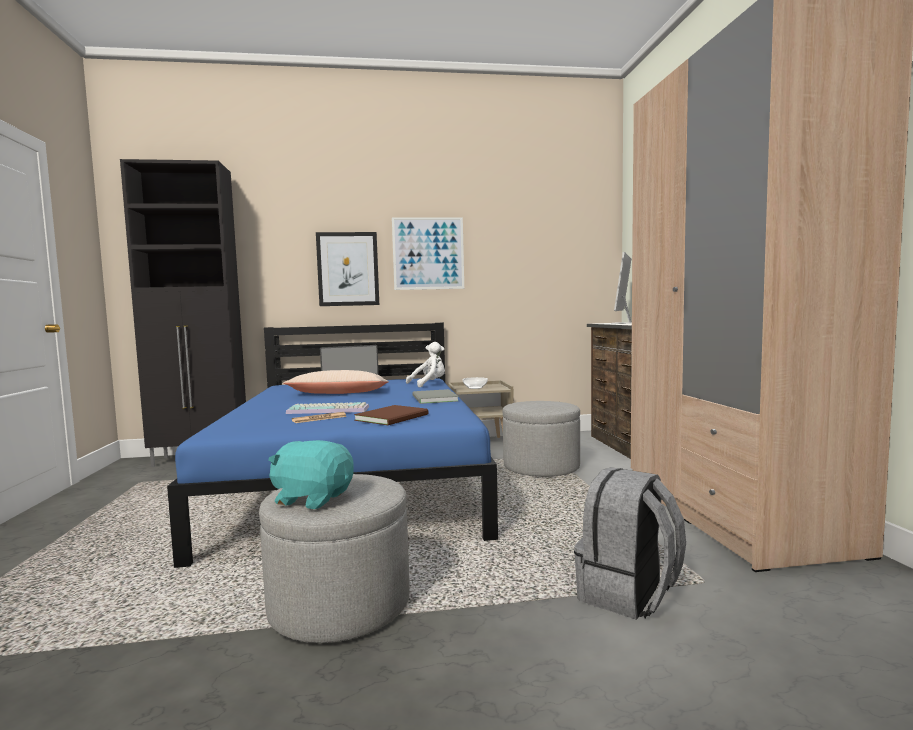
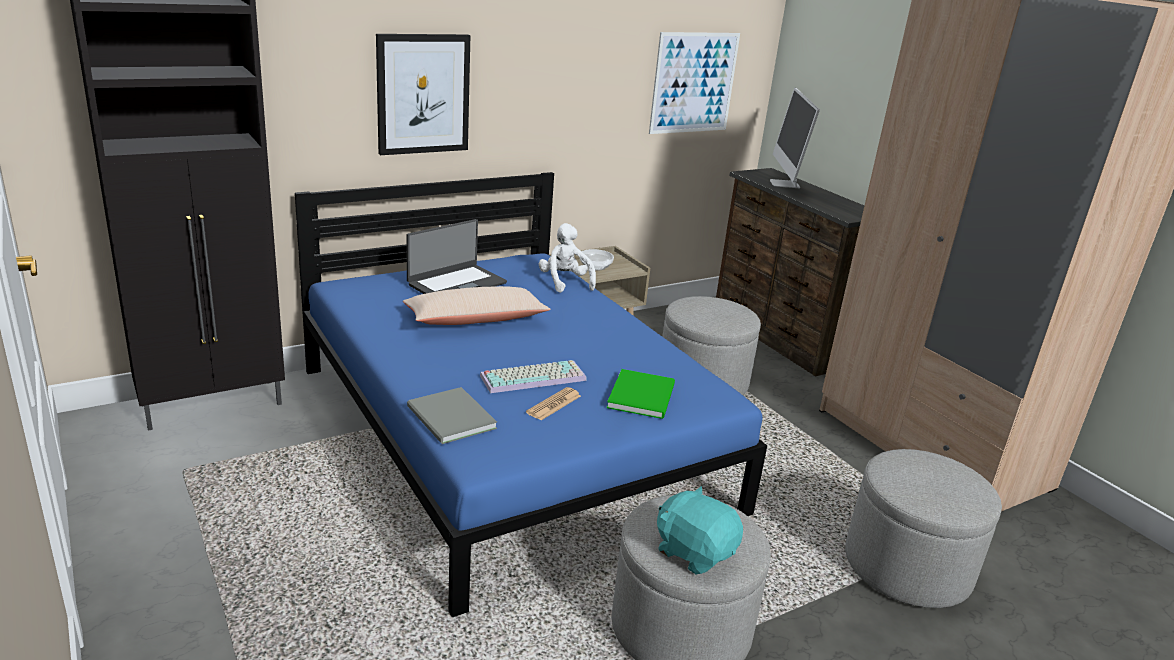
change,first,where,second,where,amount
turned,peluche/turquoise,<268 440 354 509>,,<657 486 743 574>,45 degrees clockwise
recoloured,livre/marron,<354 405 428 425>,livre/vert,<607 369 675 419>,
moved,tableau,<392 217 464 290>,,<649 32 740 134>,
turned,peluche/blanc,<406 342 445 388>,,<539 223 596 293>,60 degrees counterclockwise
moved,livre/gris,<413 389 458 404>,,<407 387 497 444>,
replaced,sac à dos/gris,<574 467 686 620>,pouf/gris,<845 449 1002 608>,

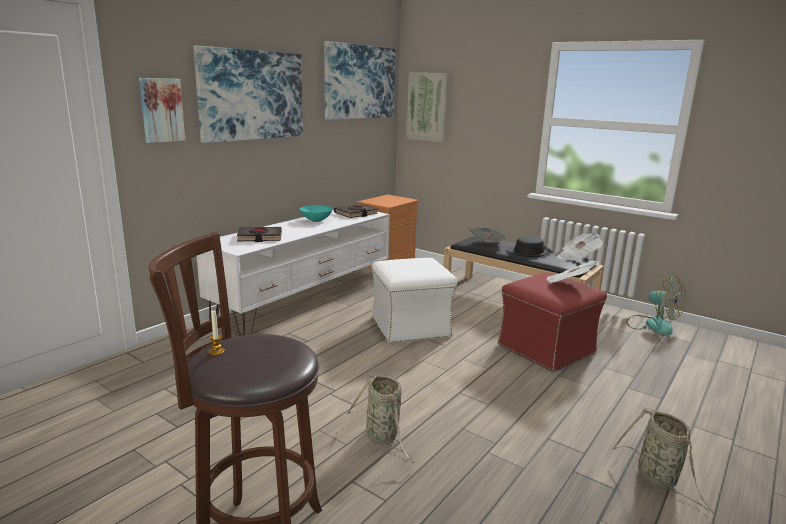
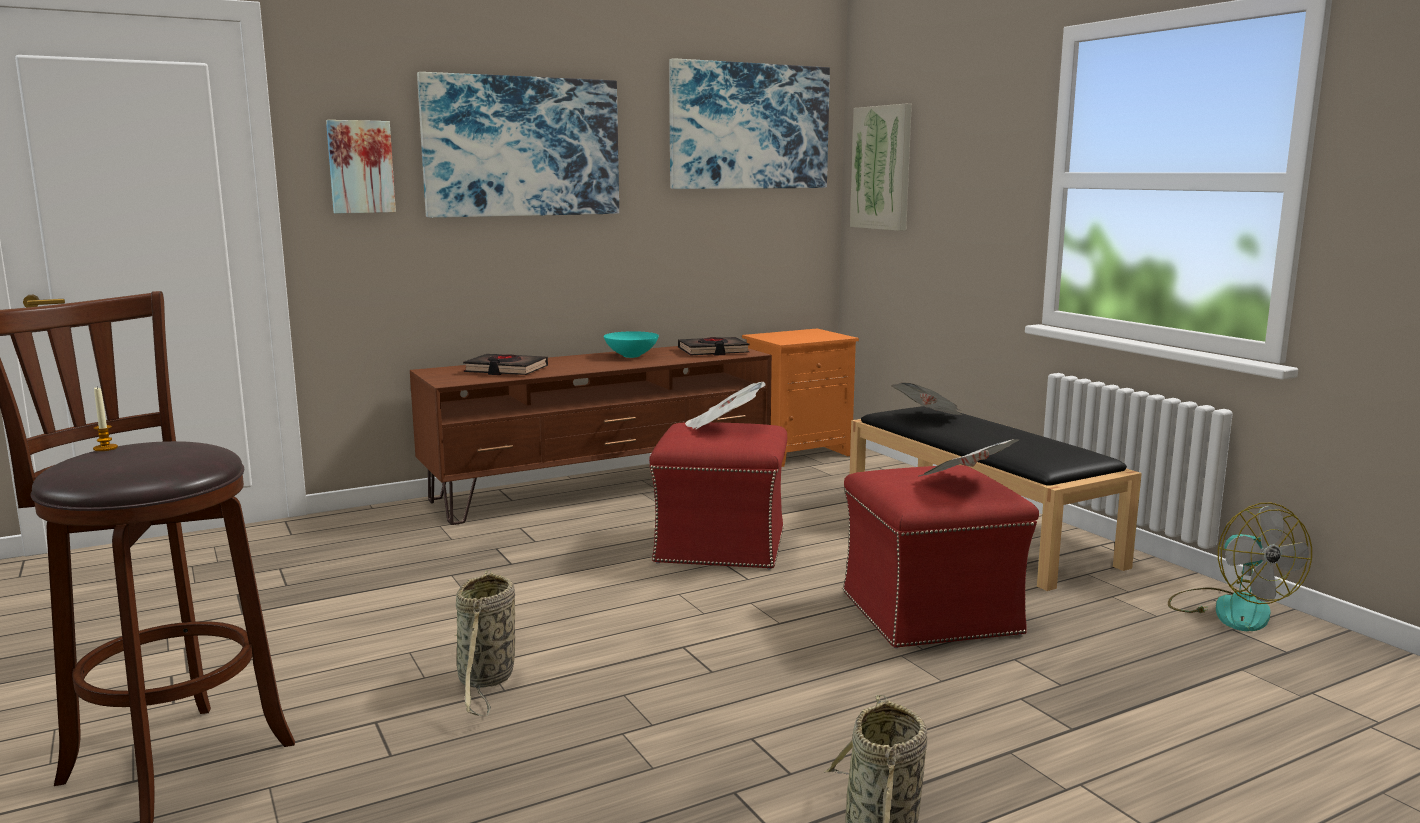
change,first,where,second,where,amount
recoloured,meuble télé/blanc,<197 210 390 336>,meuble télé/marron,<410 346 772 525>,
recoloured,pouf/blanc,<372 258 458 344>,pouf/rouge,<649 422 787 569>,
removed,chapeau/noir,<507 237 551 257>,,,
moved,journal,<557 233 603 261>,,<685 382 766 429>,

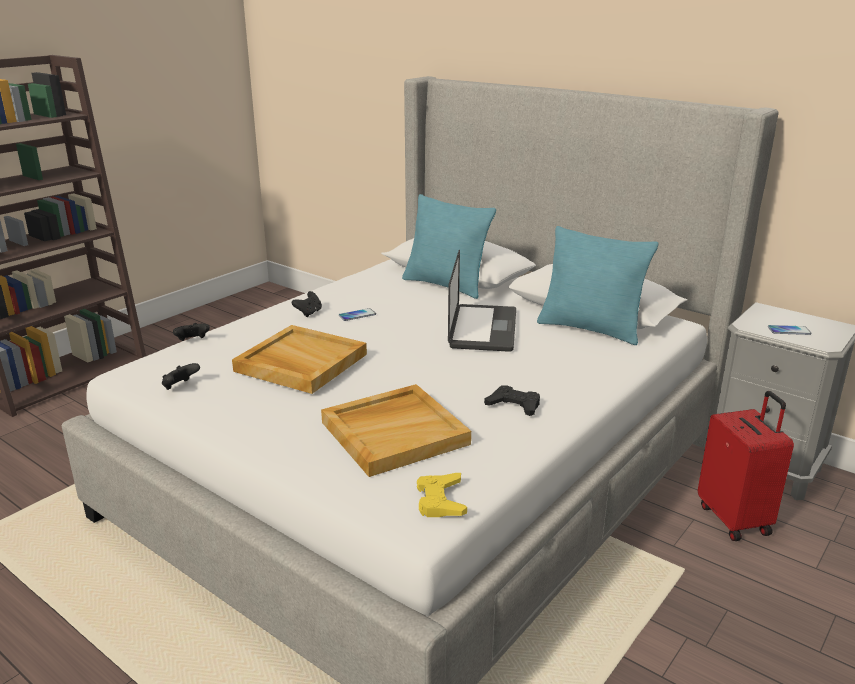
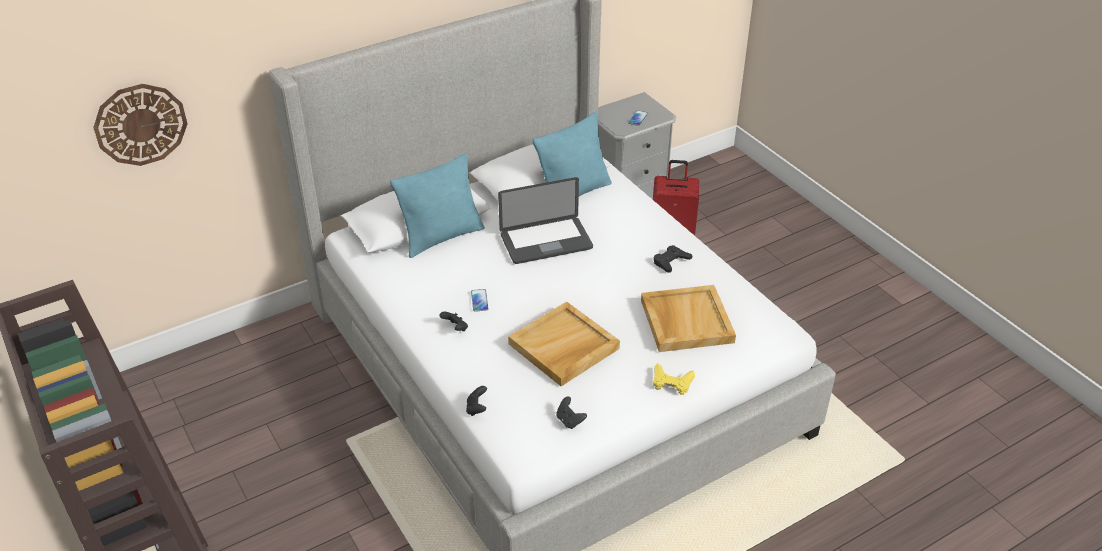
change,first,where,second,where,amount
moved,manette/jaune,<417 473 467 517>,,<653 363 695 395>,
turned,ordinateur portable,<448 250 516 352>,,<498 177 593 264>,135 degrees clockwise
added,,,horloge murale,<93 84 188 166>,

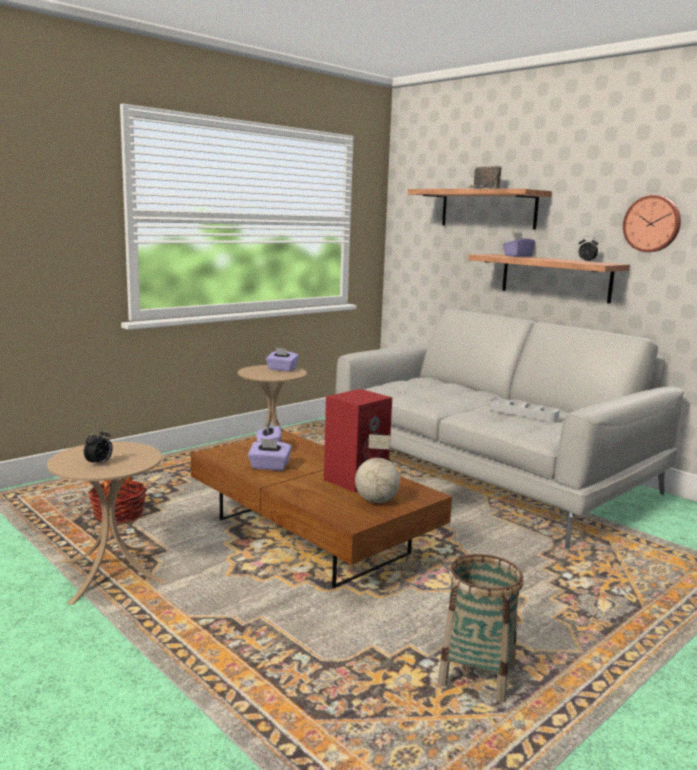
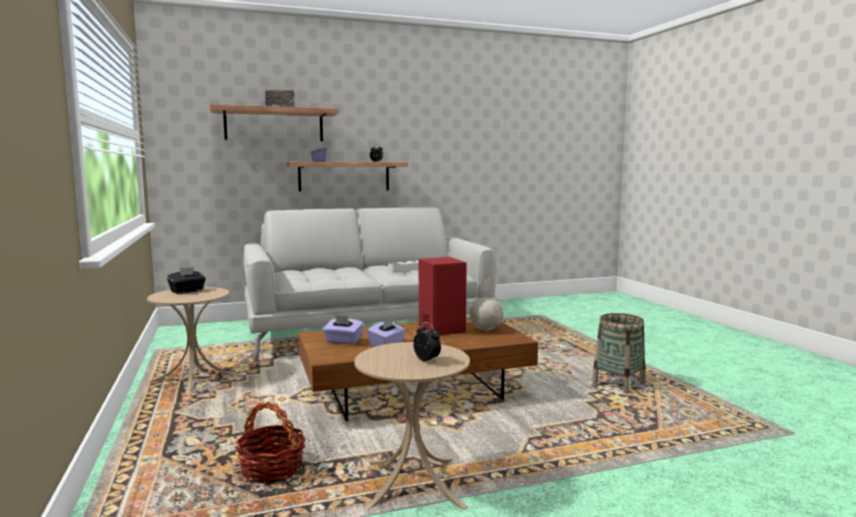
change,first,where,second,where,amount
recoloured,boîte à mouchoirs/violet,<266 347 299 372>,boîte à mouchoirs/noir,<167 267 206 294>,
removed,horloge murale,<623 195 681 252>,,,

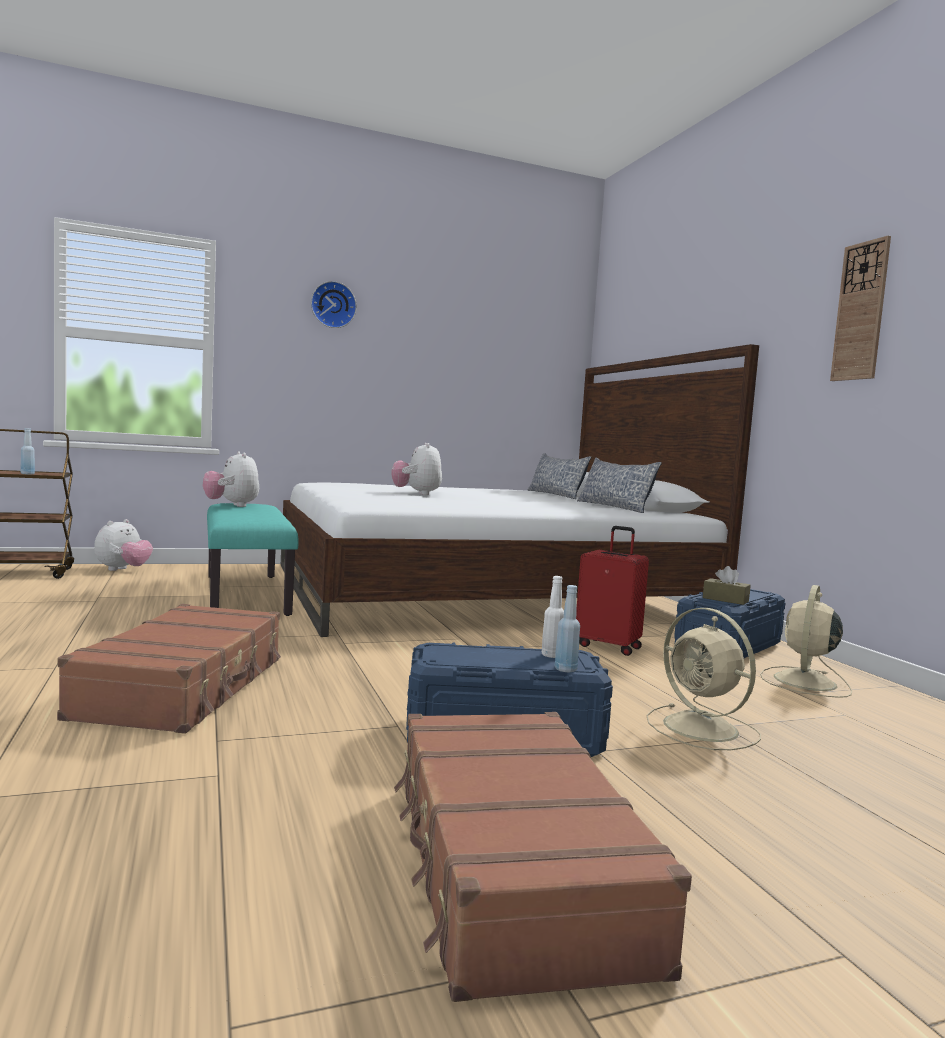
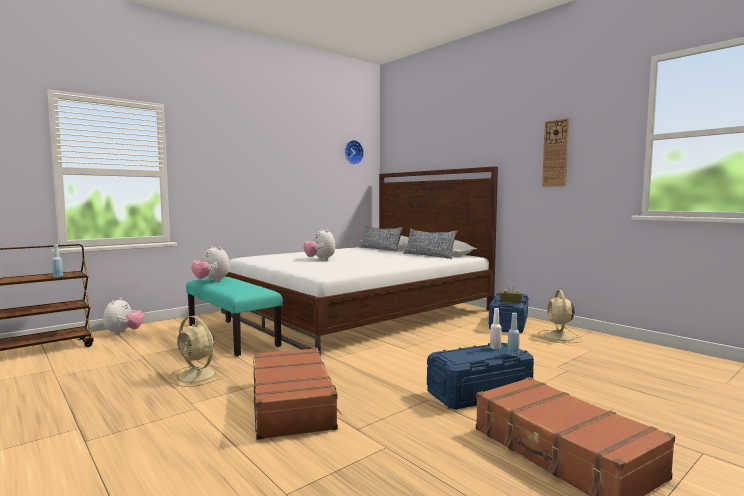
change,first,where,second,where,amount
moved,horloge murale,<311 281 357 328>,,<345 140 364 165>,
removed,valise/rouge,<576 526 649 656>,,,
moved,ventilateur/beige,<646 608 761 750>,,<168 316 227 387>,

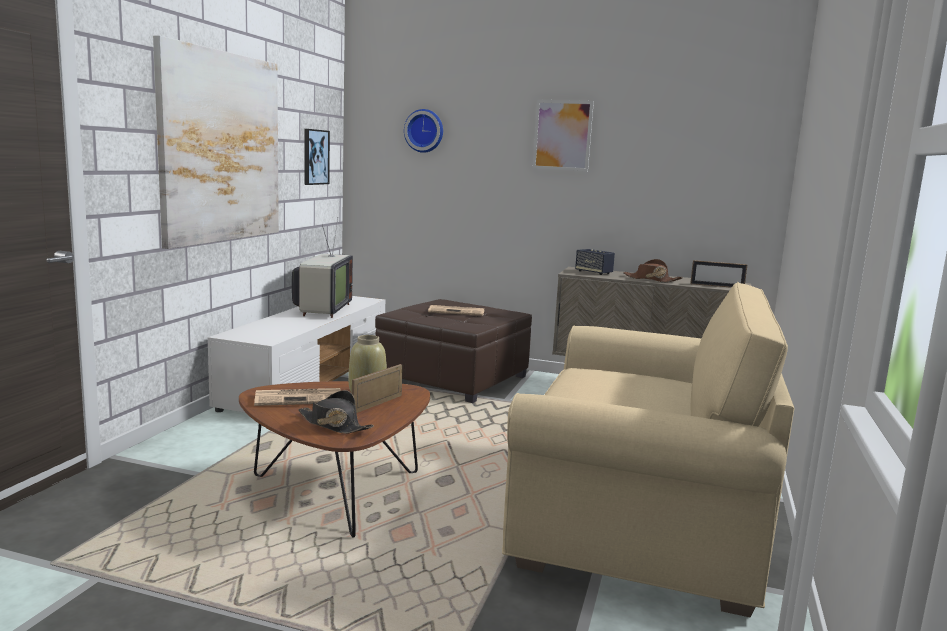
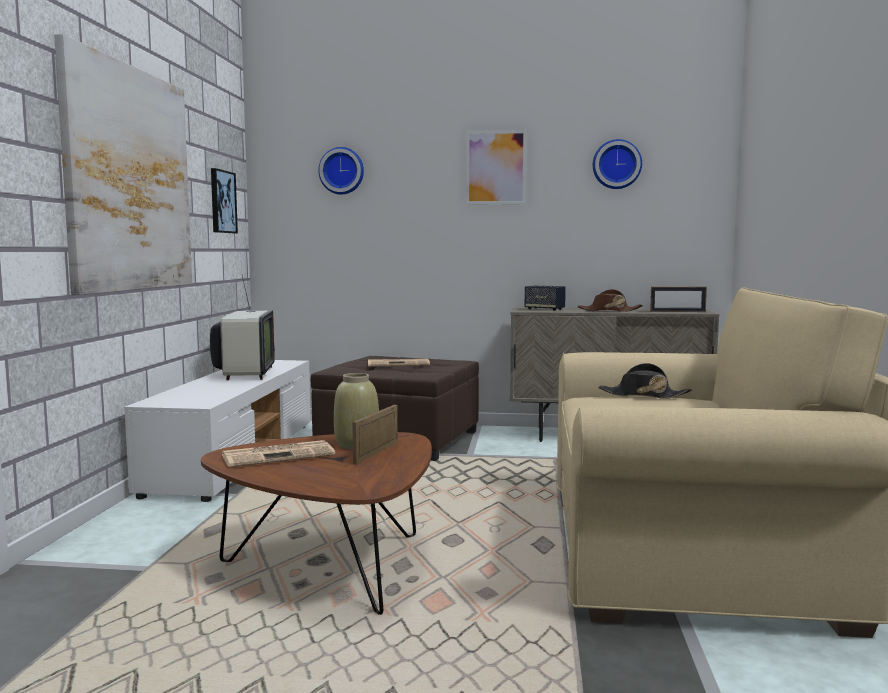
change,first,where,second,where,amount
moved,chapeau/noir,<298 390 374 434>,,<598 363 692 399>,
added,,,horloge murale,<593 139 642 189>,

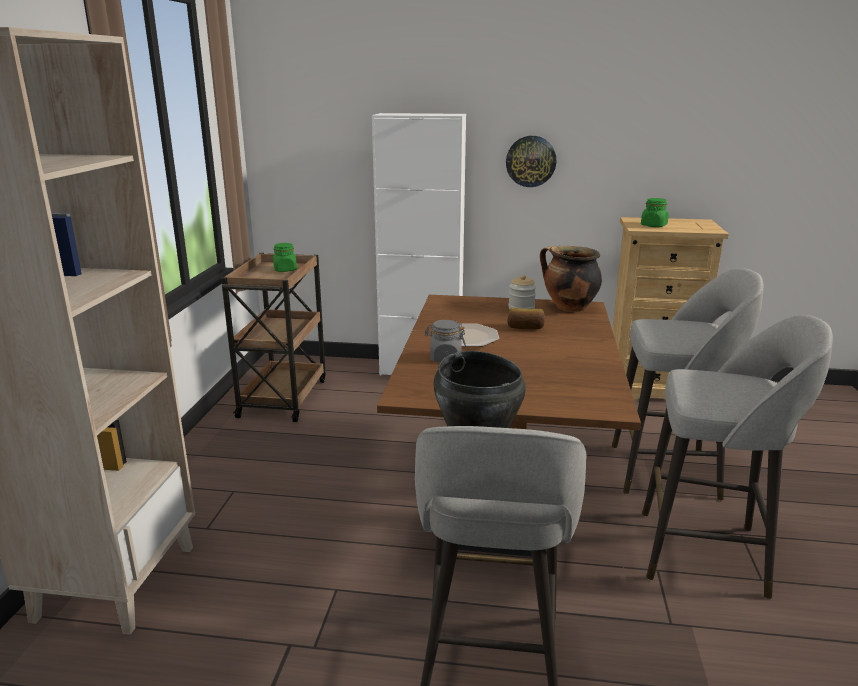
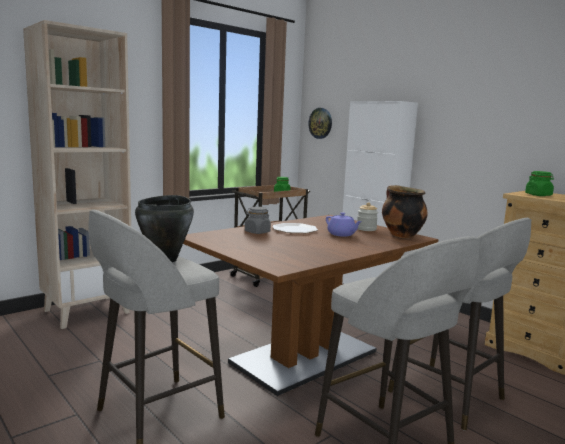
change,first,where,second,where,amount
moved,horloge murale,<506 136 556 187>,,<308 108 332 139>,
replaced,pain,<507 308 545 330>,théière/violet,<326 212 362 237>,

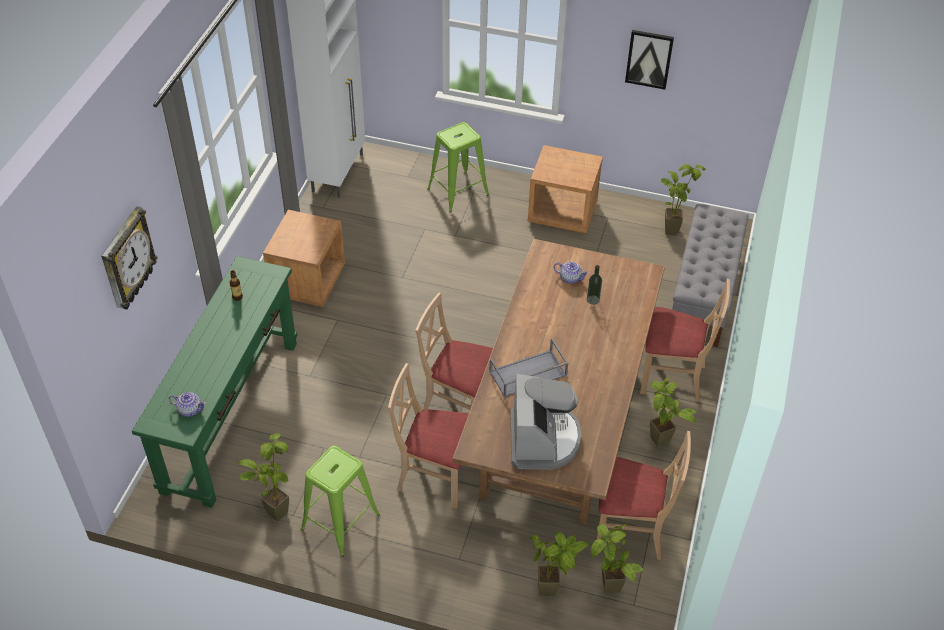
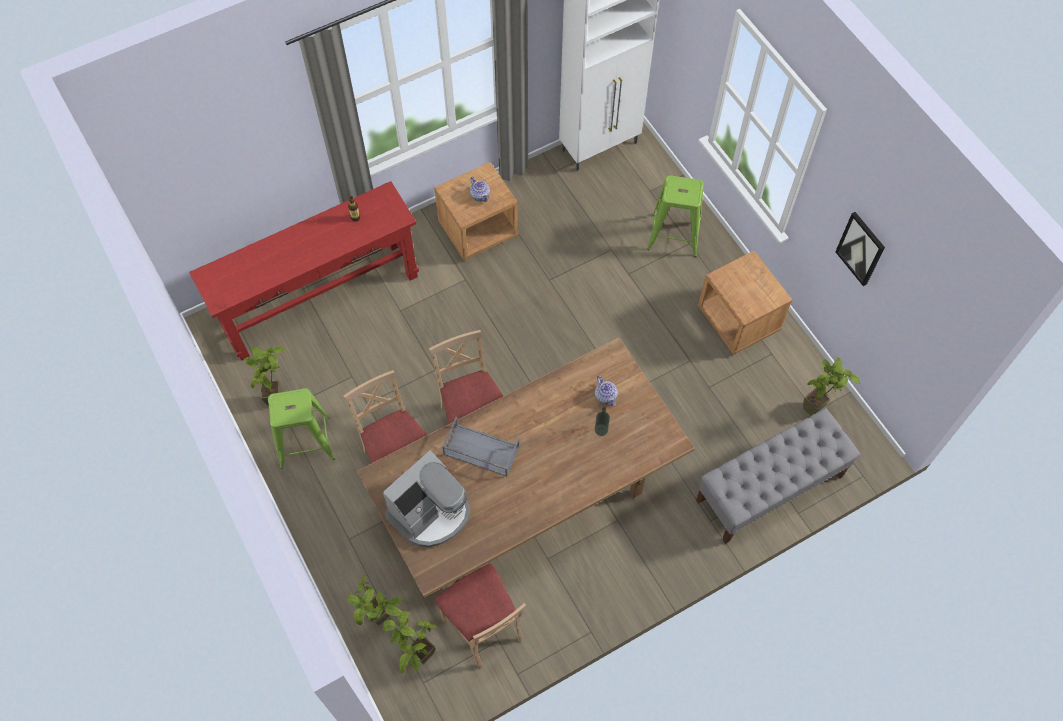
change,first,where,second,where,amount
removed,horloge murale,<101 206 158 310>,,,
recoloured,table console/vert,<132 256 297 508>,table console/rouge,<189 181 419 361>,
moved,théière,<169 392 206 417>,,<470 177 490 202>,
removed,chaise/beige,<640 279 730 402>,,,
removed,plante en pot,<650 377 696 447>,,,

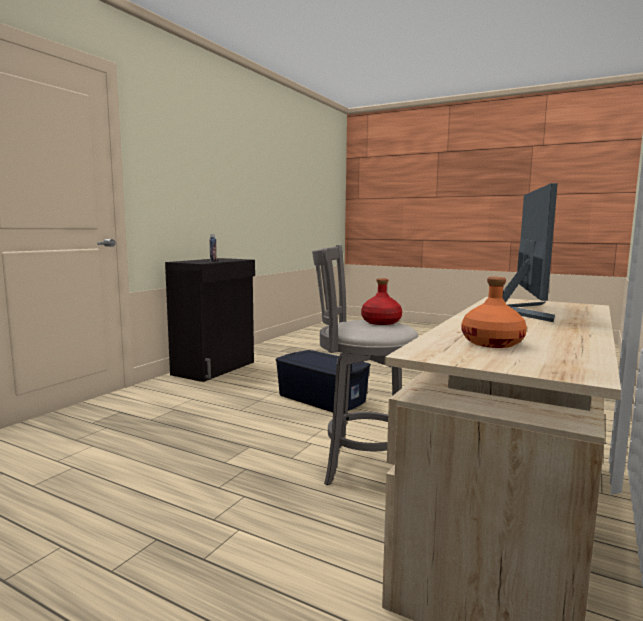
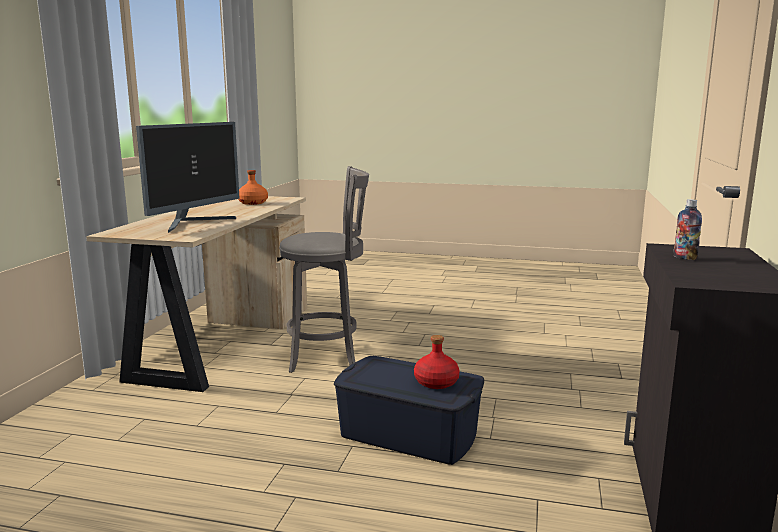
change,first,where,second,where,amount
moved,bouteille/rouge,<361 278 402 325>,,<414 335 460 389>,
turned,écran d'ordinateur,<502 183 557 322>,,<136 122 240 233>,150 degrees counterclockwise

